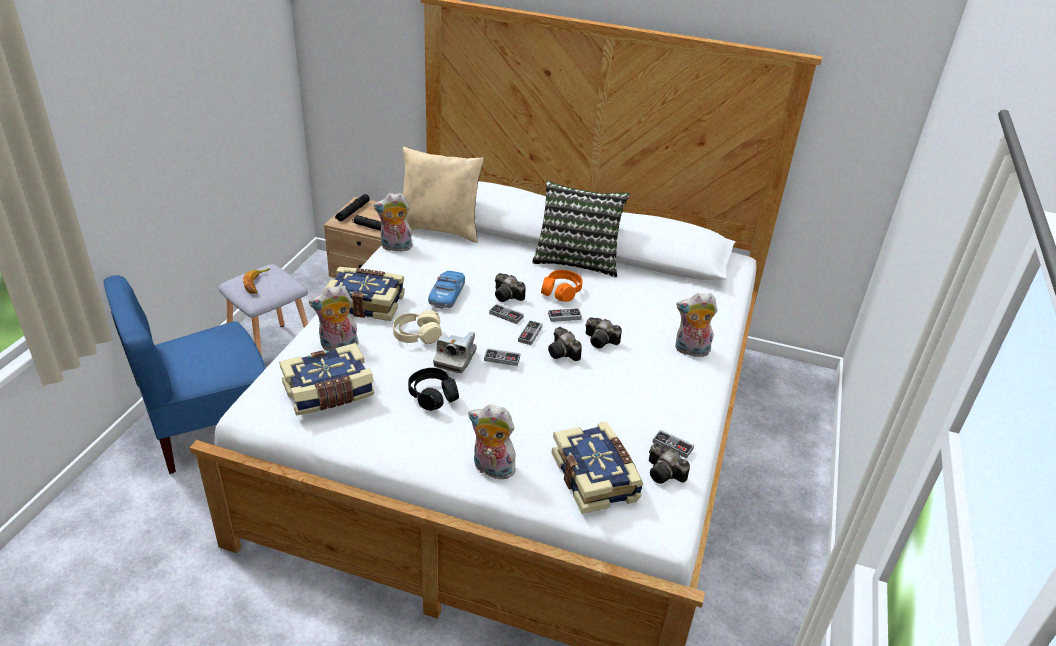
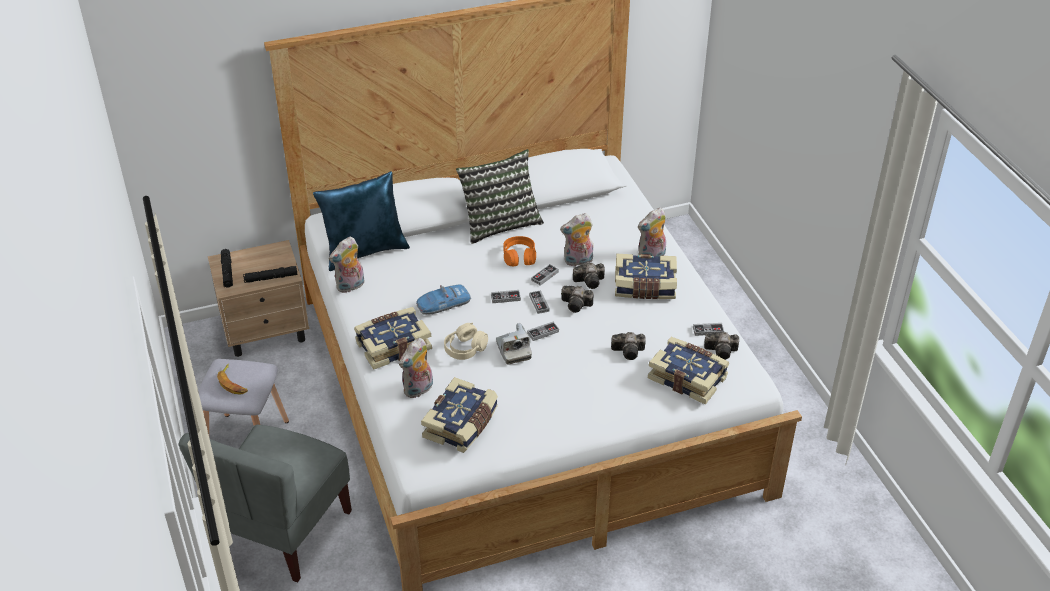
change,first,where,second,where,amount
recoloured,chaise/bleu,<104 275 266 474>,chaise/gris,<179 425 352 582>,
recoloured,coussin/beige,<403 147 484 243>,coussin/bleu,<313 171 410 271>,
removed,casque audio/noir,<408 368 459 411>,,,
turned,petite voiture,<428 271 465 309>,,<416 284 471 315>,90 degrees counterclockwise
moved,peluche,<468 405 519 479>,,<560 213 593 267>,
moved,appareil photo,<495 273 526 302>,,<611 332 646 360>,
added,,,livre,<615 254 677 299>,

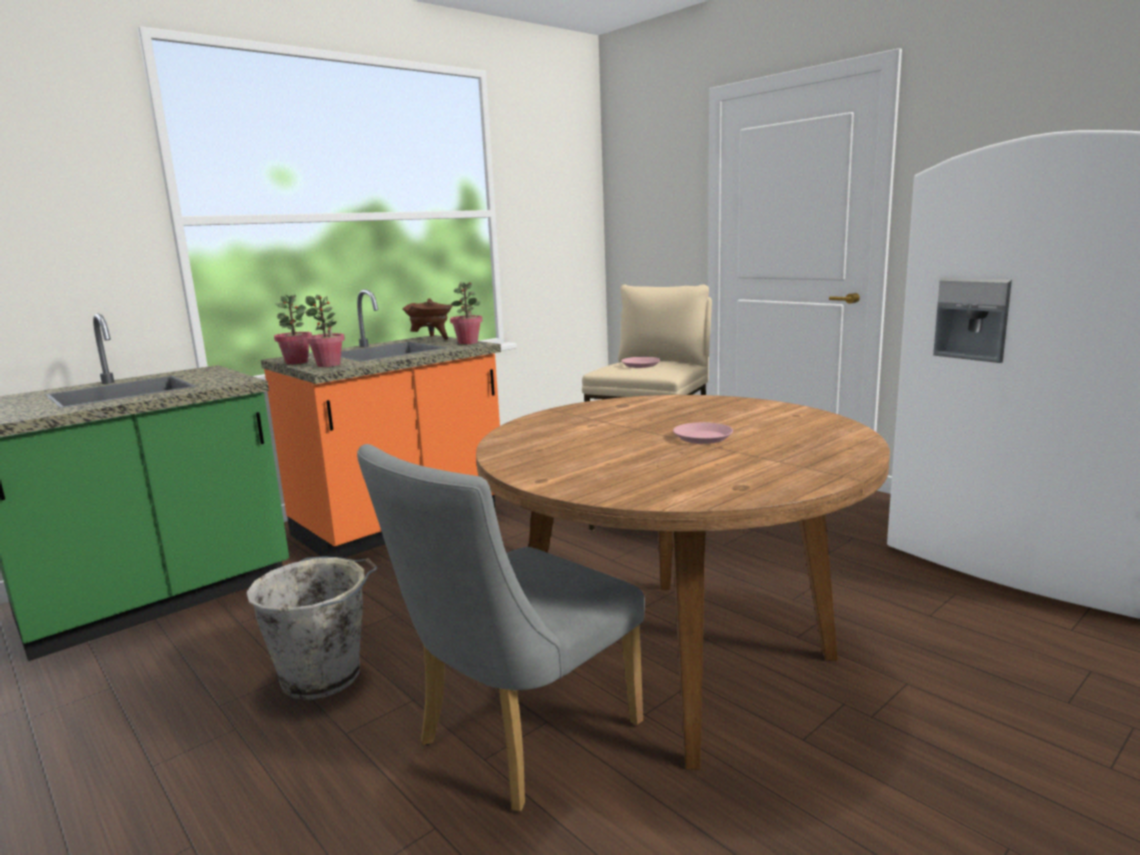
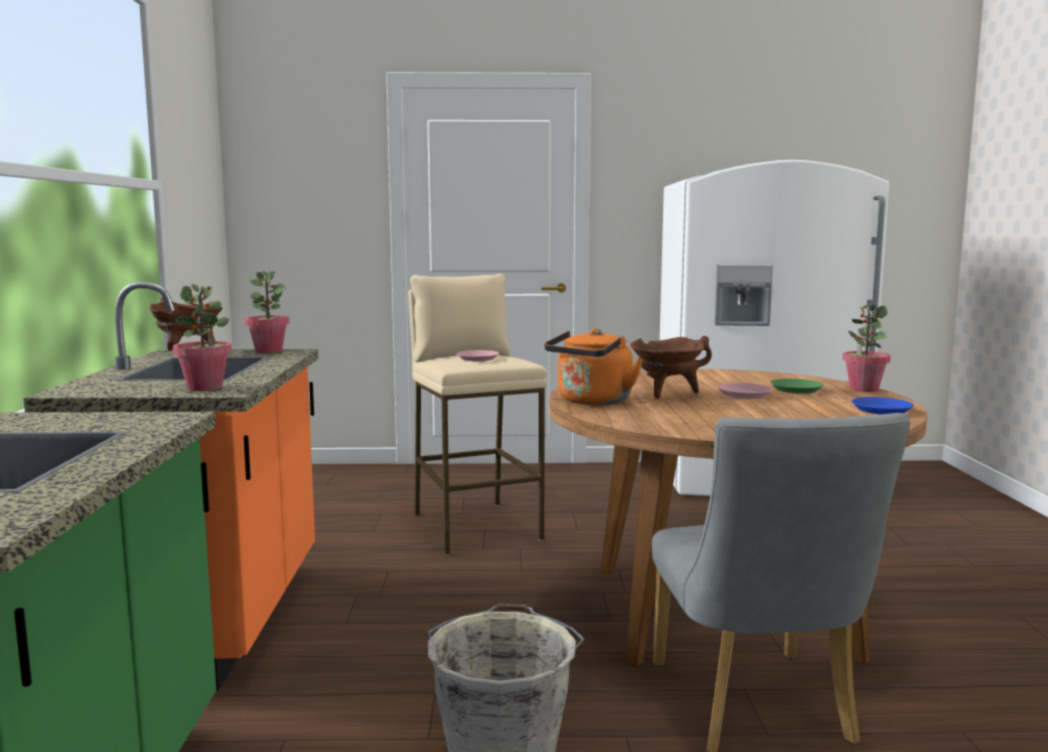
change,first,where,second,where,amount
moved,plante en pot,<274 294 312 364>,,<842 305 891 392>,
added,,,bouilloire/orange,<544 329 643 405>,
added,,,marmite/marron,<630 336 712 398>,
added,,,assiette/vert,<770 379 824 394>,
added,,,assiette/bleu,<852 397 914 414>,

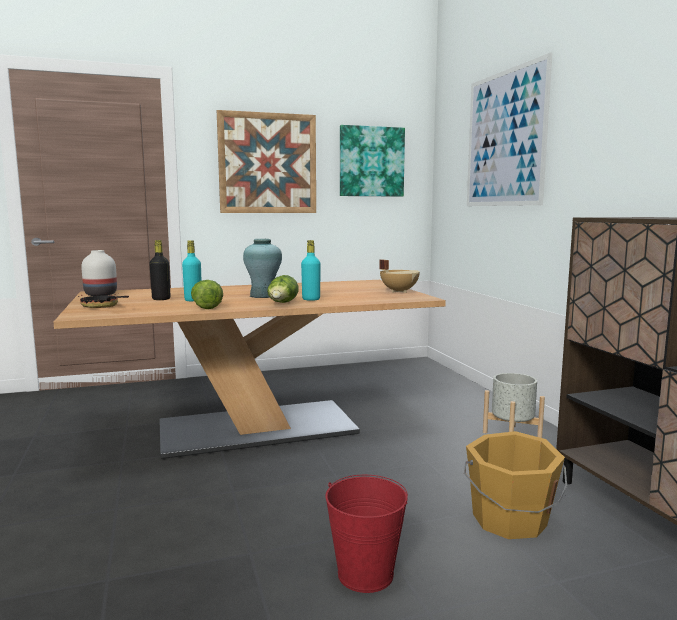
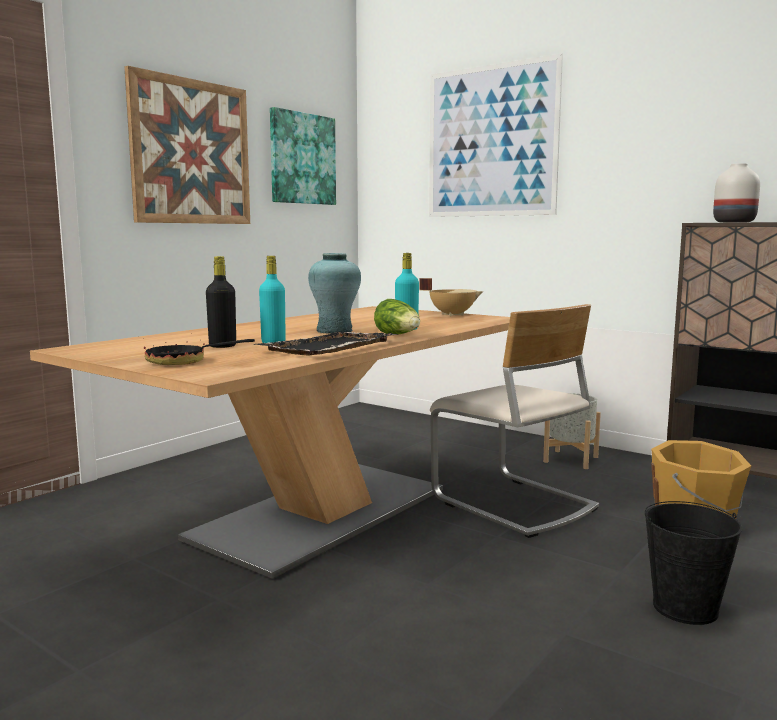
change,first,where,second,where,amount
moved,vase/blanc,<81 250 117 296>,,<713 163 760 223>,
replaced,laitue,<191 280 223 309>,plateau/noir,<253 332 398 355>,
recoloured,seau/rouge,<325 475 408 593>,seau/noir,<645 501 742 625>,
added,,,chaise/beige,<430 304 599 538>,

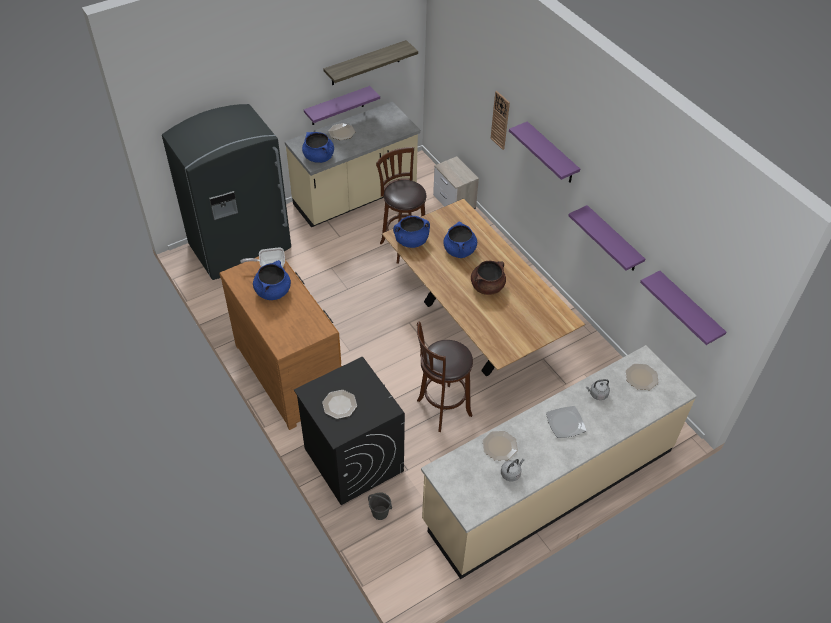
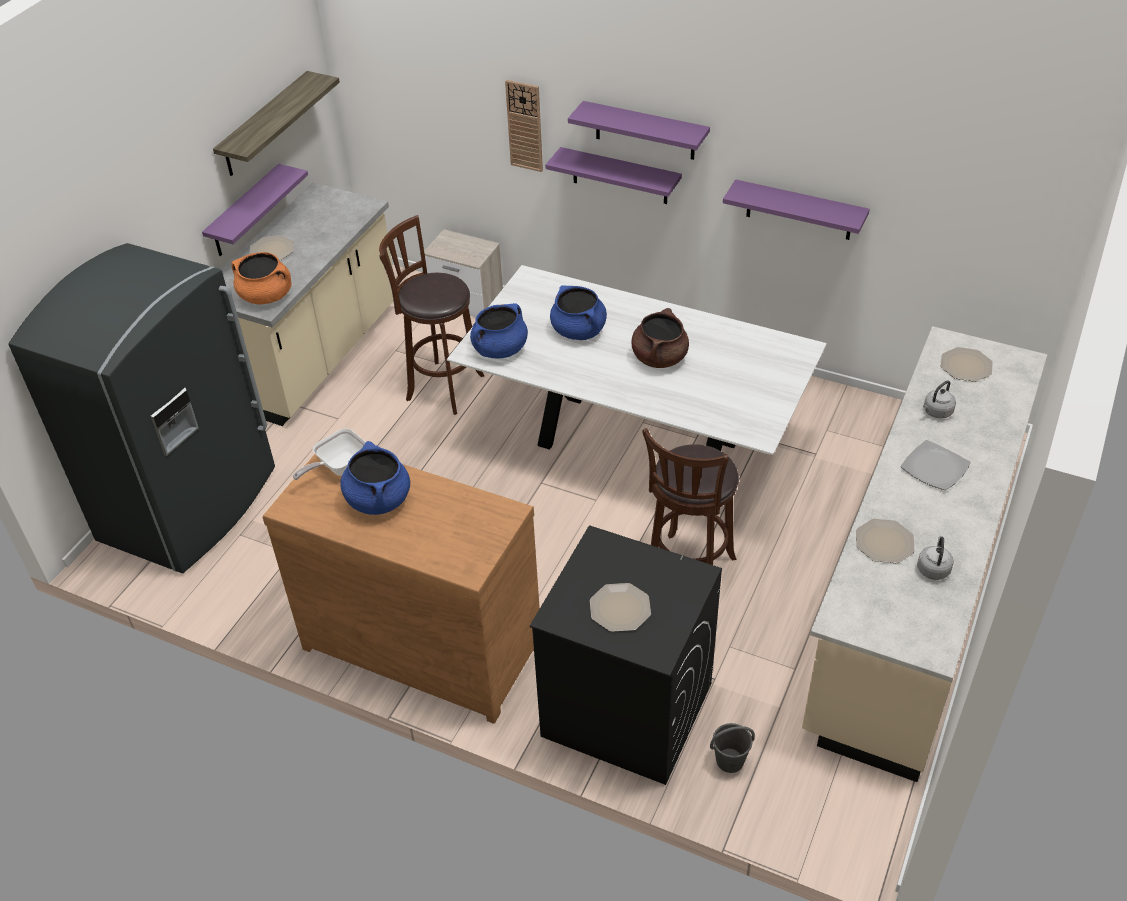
change,first,where,second,where,amount
recoloured,marmite/bleu,<302 132 334 163>,marmite/orange,<231 252 292 304>,
recoloured,table à manger/marron,<382 198 585 376>,table à manger/blanc,<447 265 827 455>,
moved,étagère/violet,<640 271 726 345>,,<545 147 682 204>,

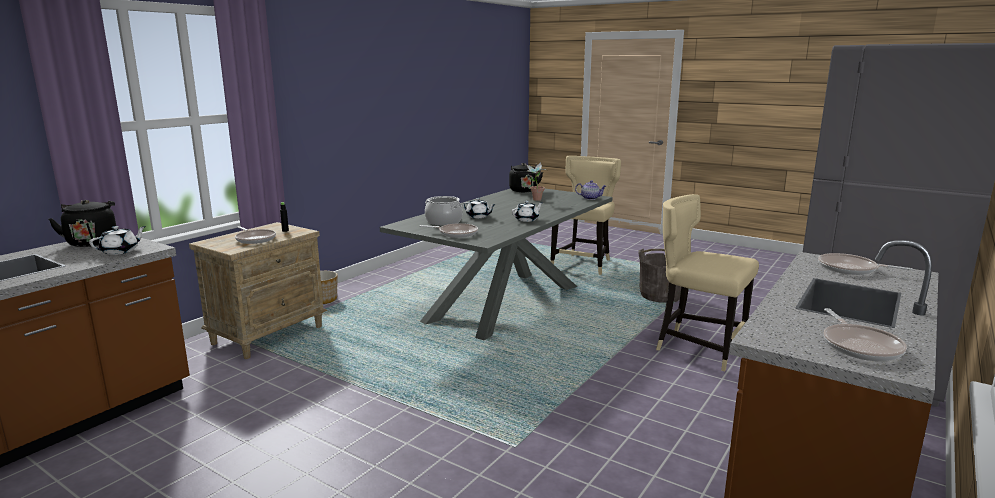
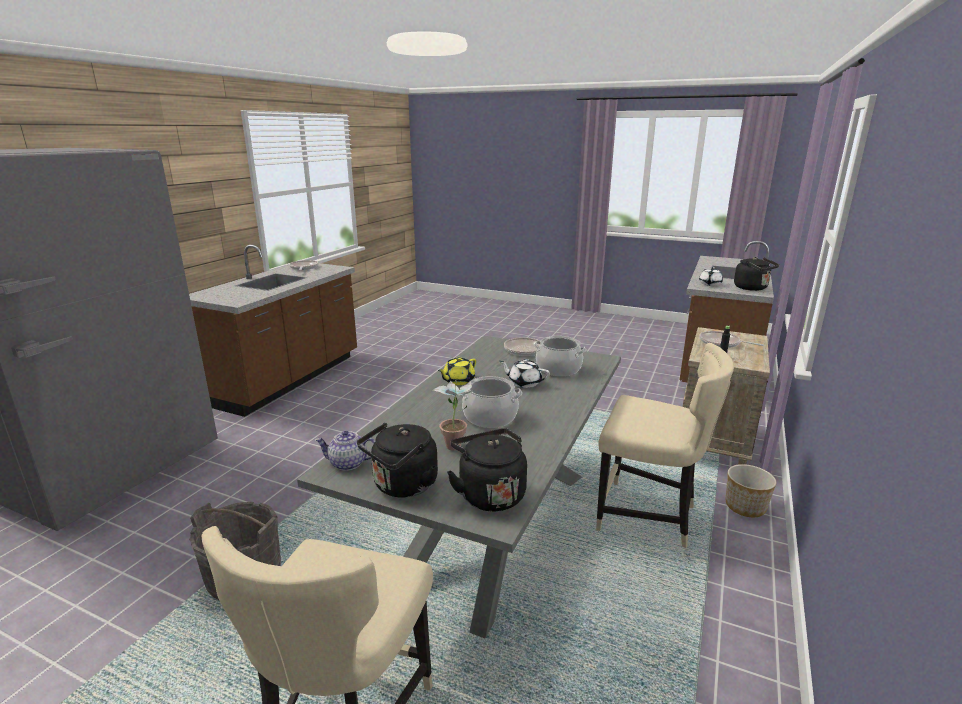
change,first,where,second,where,amount
recoloured,théière/blanc,<512 201 543 222>,théière/jaune,<438 357 476 385>,
moved,chaise/beige,<656 194 759 371>,,<596 343 734 548>,
removed,poêle,<818 253 913 275>,,,
added,,,bouilloire/noir,<357 423 438 498>,
added,,,marmite,<459 376 522 428>,

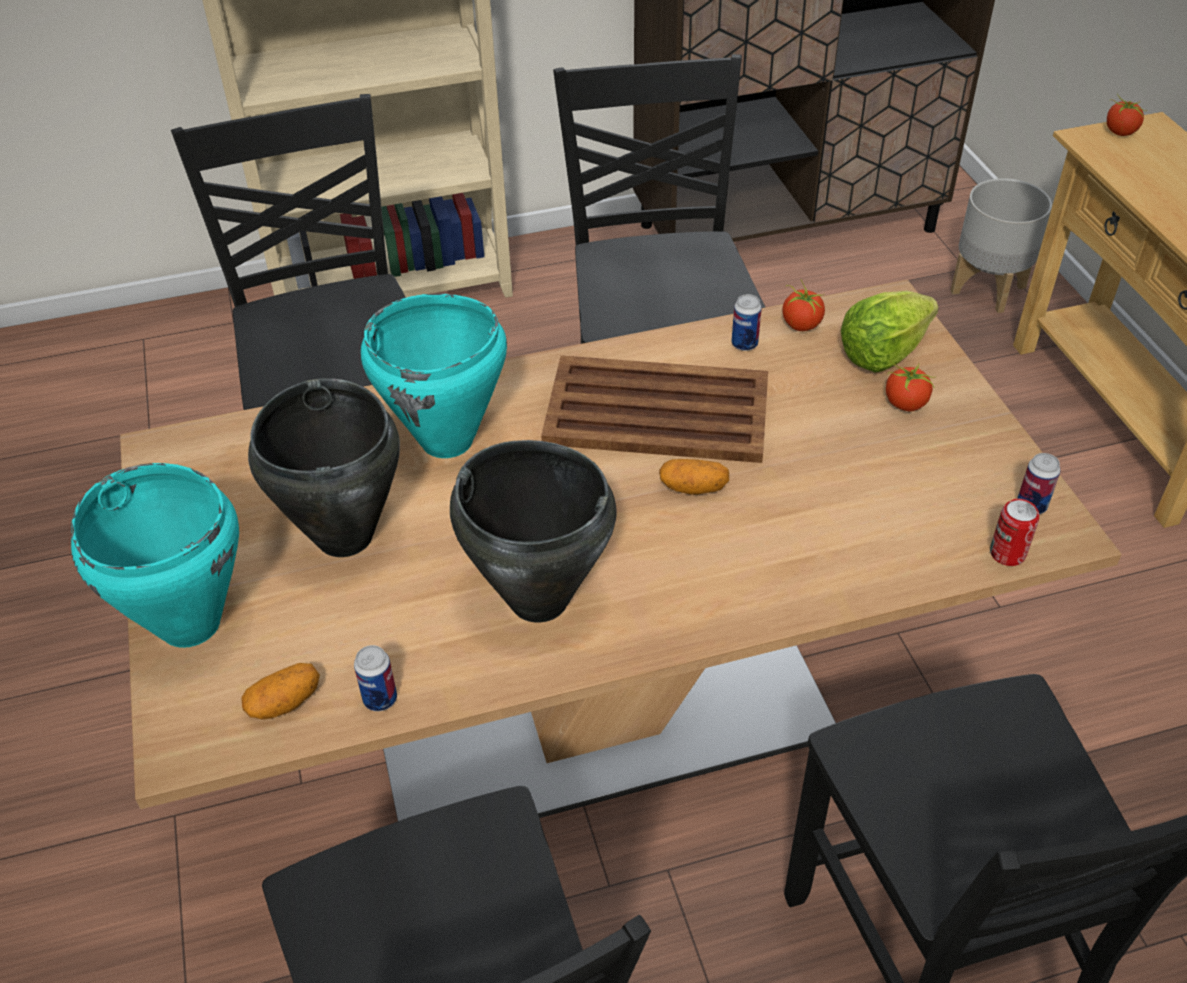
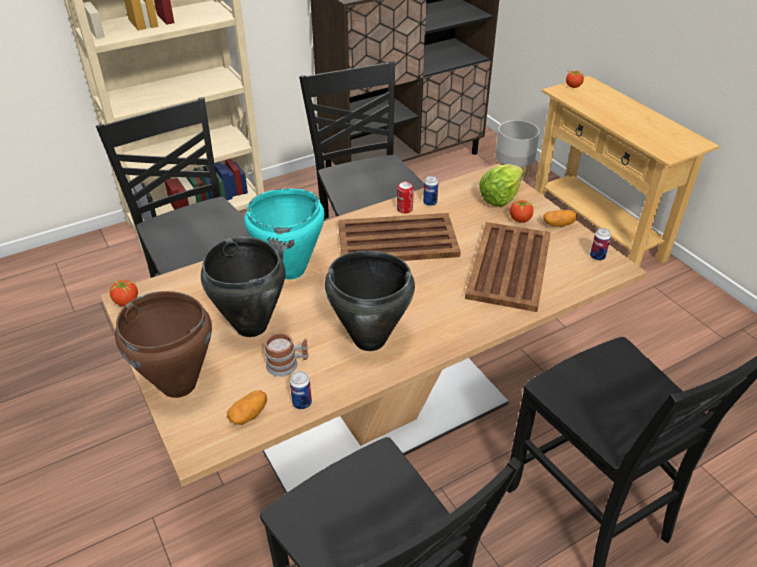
change,first,where,second,where,amount
recoloured,marmite/turquoise,<71 463 239 648>,marmite/marron,<115 291 212 398>,
moved,pomme de terre,<659 459 729 495>,,<543 210 577 227>,
moved,tomate,<782 280 825 331>,,<109 274 138 306>,
moved,boîte métallique,<990 499 1039 566>,,<397 181 414 214>,
added,,,mug,<264 333 309 377>,
added,,,plateau/marron,<465 222 551 312>,

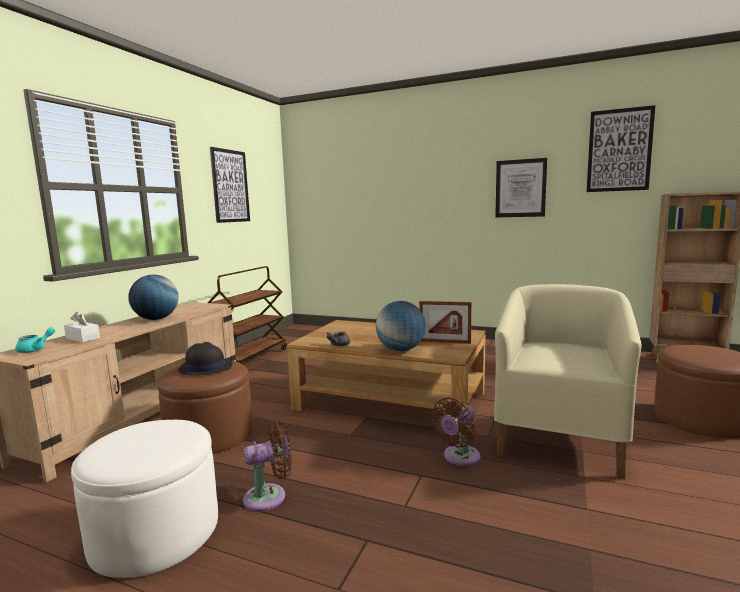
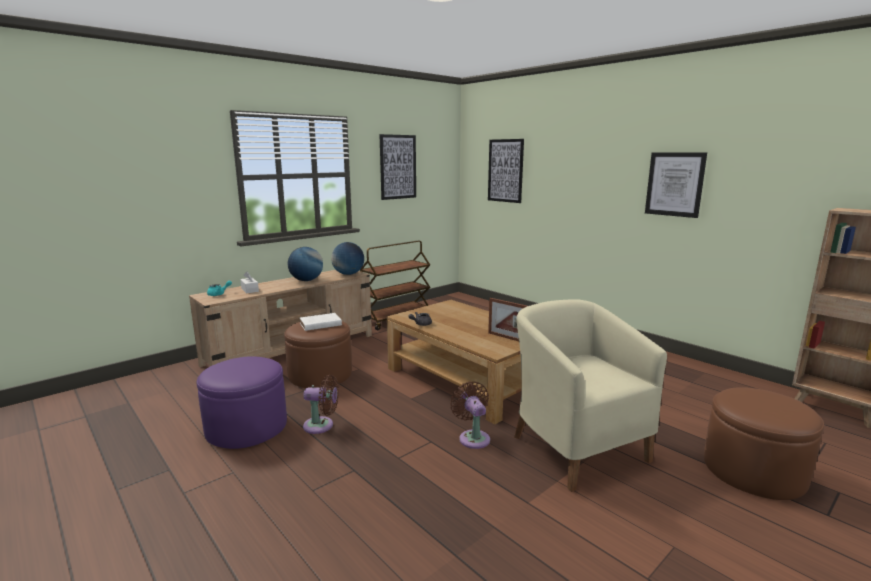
change,first,where,second,where,amount
recoloured,pouf/blanc,<71 420 218 578>,pouf/violet,<197 356 287 449>,
replaced,chapeau/noir,<178 342 233 376>,livre/blanc,<300 313 342 331>,
moved,globe,<376 301 426 351>,,<331 242 364 275>,
turned,ventilateur/marron,<431 398 481 466>,,<450 381 490 449>,90 degrees clockwise
turned,fauteuil/beige,<494 284 641 479>,,<514 299 667 492>,75 degrees counterclockwise
moved,tableau,<586 105 655 192>,,<488 139 524 203>,

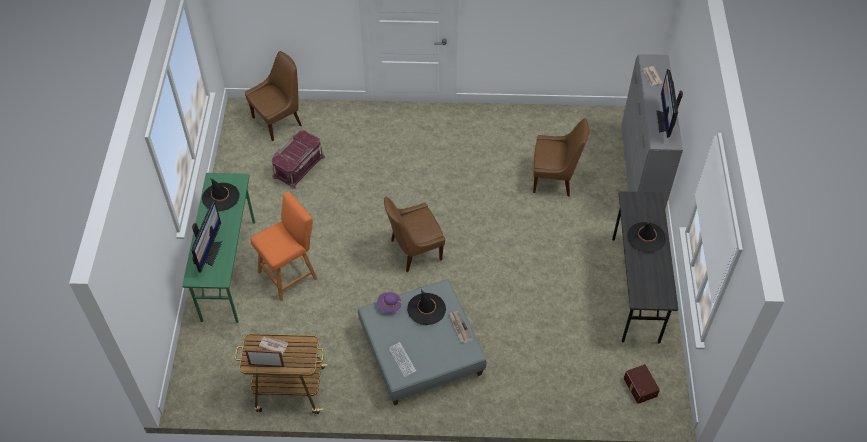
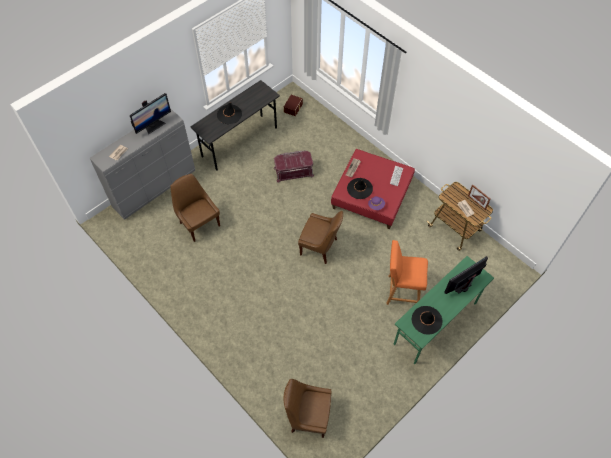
change,first,where,second,where,amount
moved,boîte de rangement/rouge,<272 130 325 189>,,<274 151 314 183>,
recoloured,pouf/gris,<358 279 487 405>,pouf/rouge,<331 149 415 229>,

